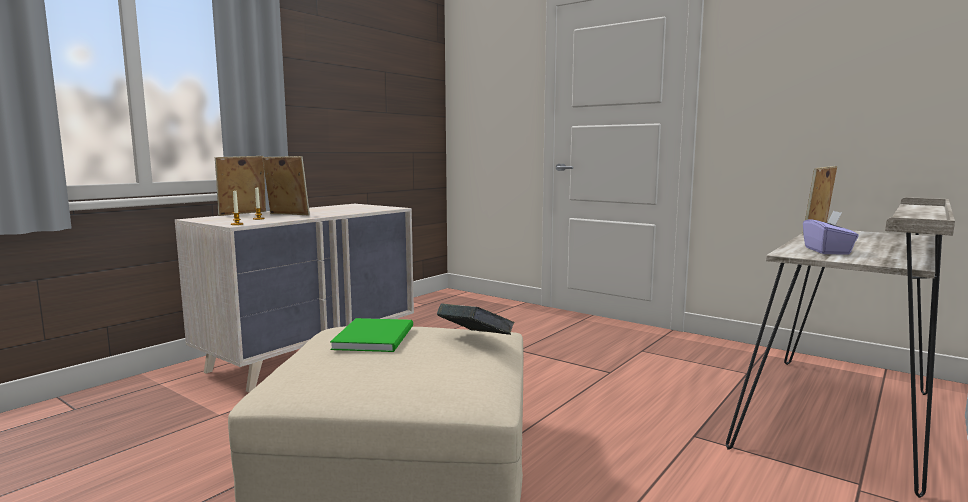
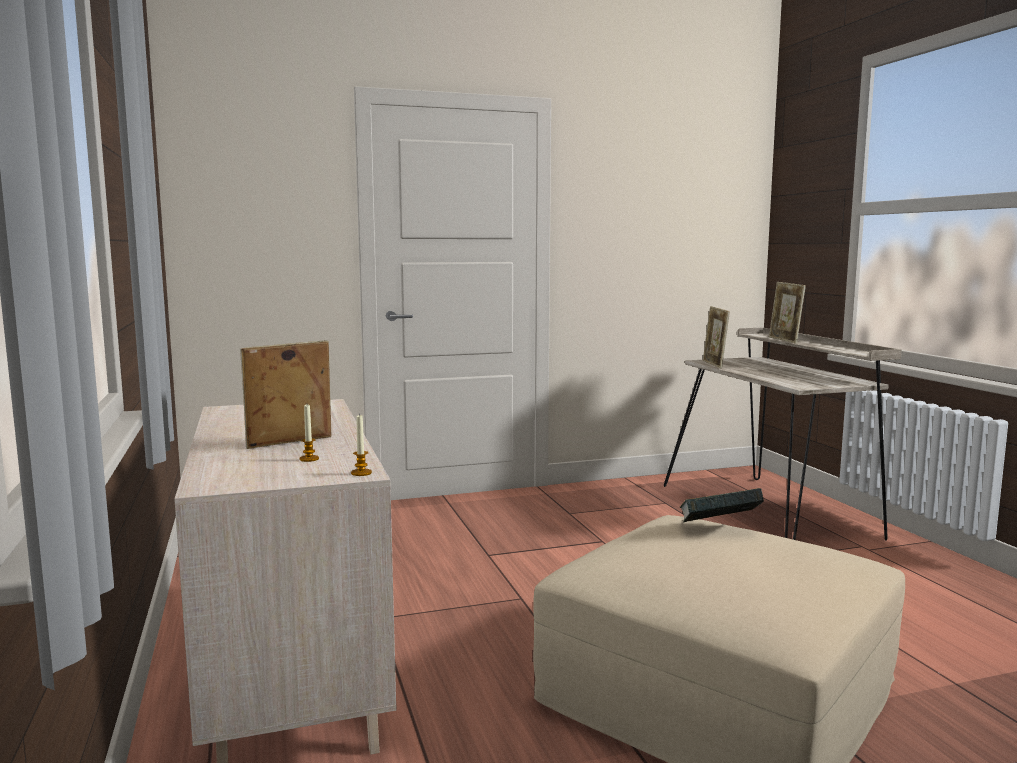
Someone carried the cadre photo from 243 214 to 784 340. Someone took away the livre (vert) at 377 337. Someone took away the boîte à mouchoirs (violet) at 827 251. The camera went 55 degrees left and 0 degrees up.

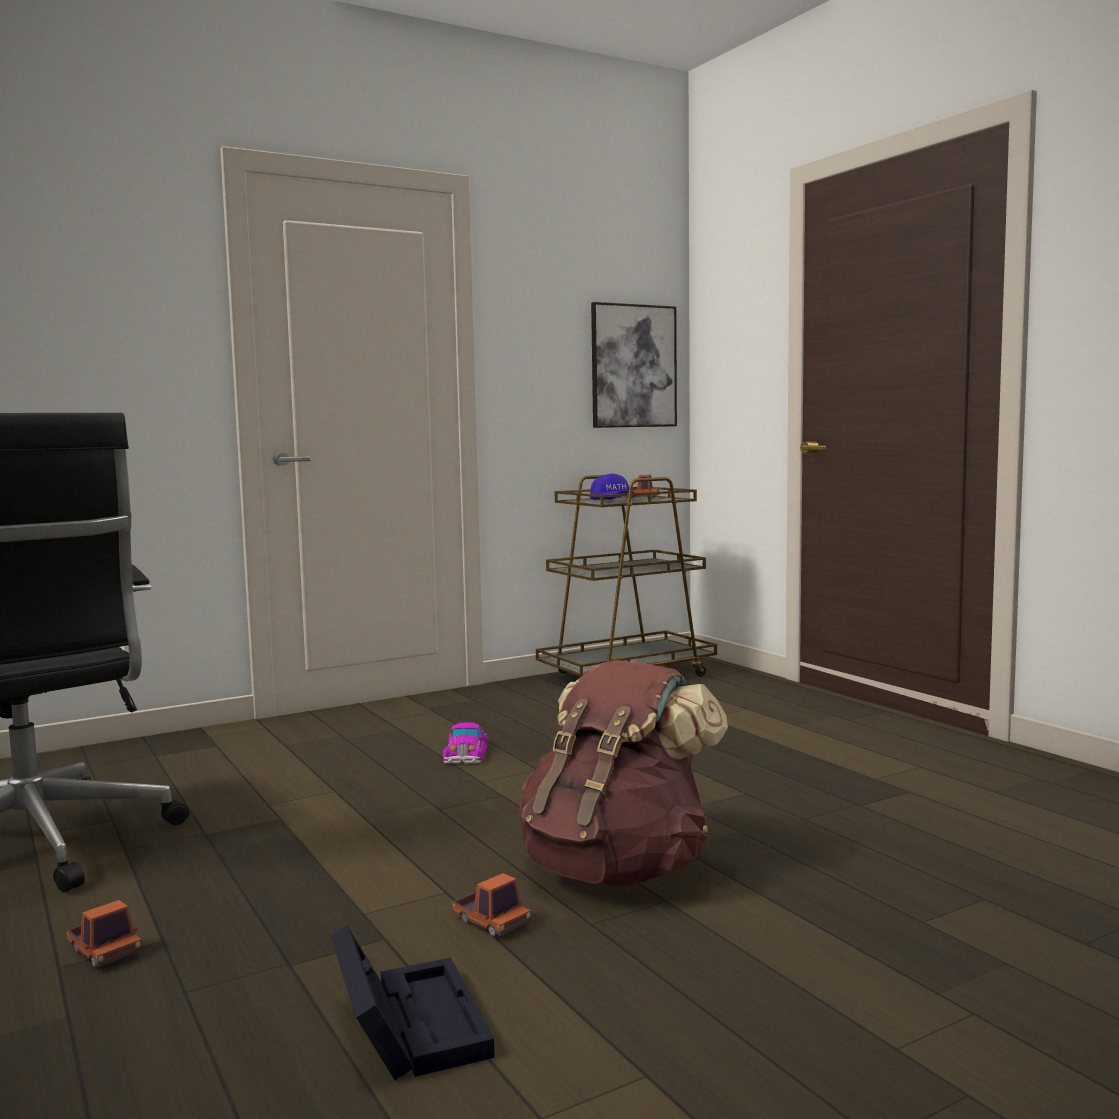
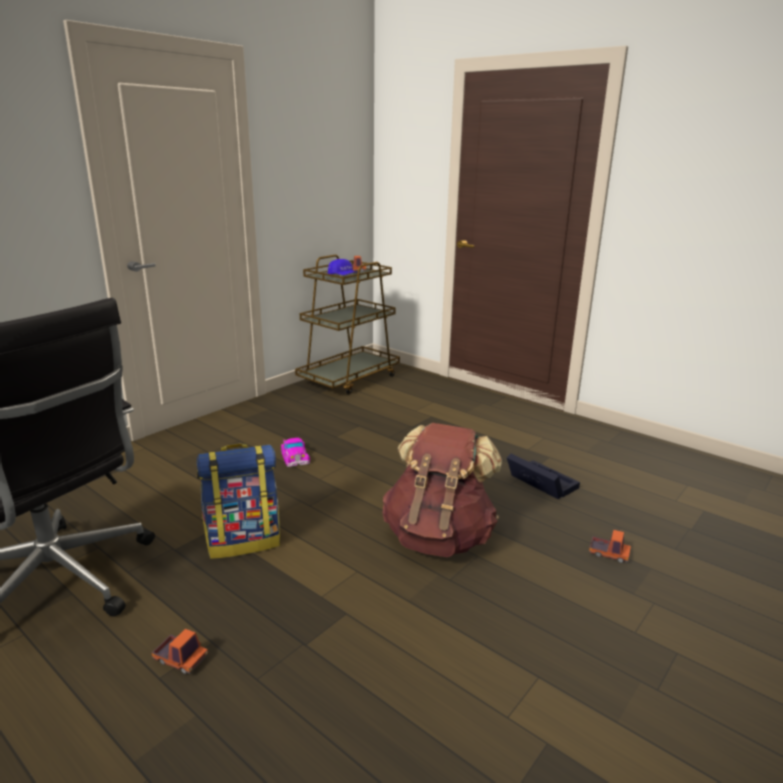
Someone carried the boîte de rangement (noir) from 407 1024 to 539 483. Someone carried the camion jouet from 491 922 to 608 554. Someone took away the tableau at 633 366. Someone put down the sac à dos at 244 540. The camera went 20 degrees left and 15 degrees up.

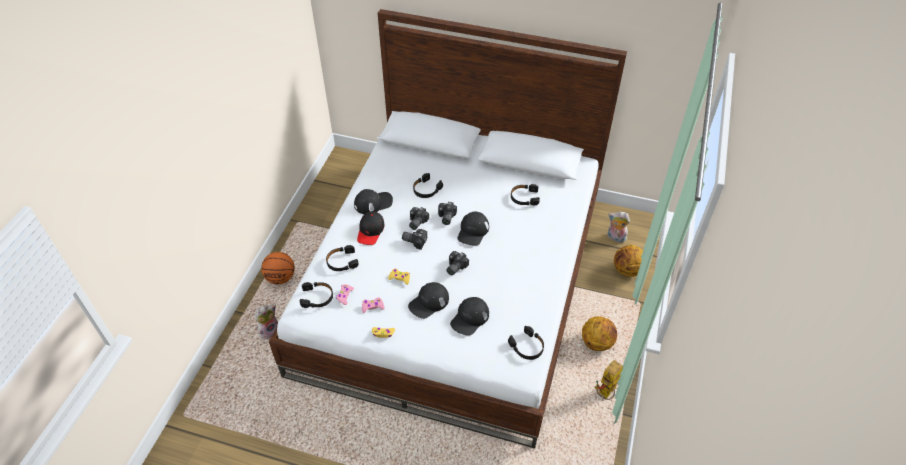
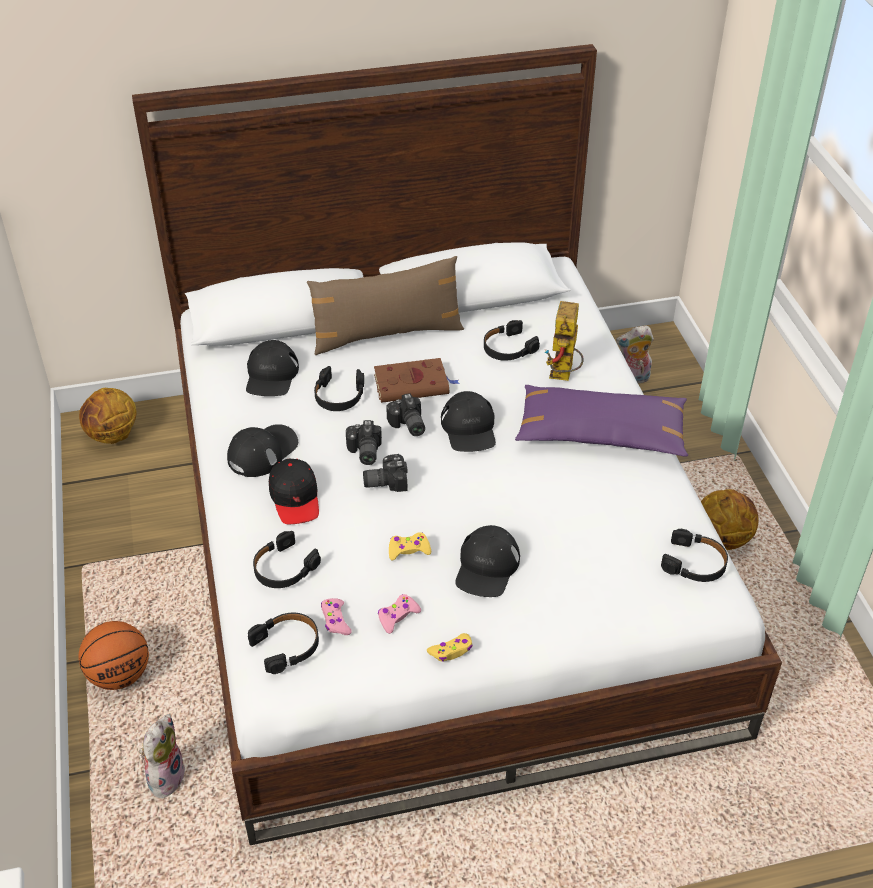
Someone took away the appareil photo at 454 267. Someone carried the casquette (noir) from 470 318 to 271 375. Someone carried the robot jouet from 605 394 to 563 376. Someone carried the ballon de basket from 627 270 to 113 435. Someone put down the coussin (marron) at 387 334. Someone put down the livre (marron) at 413 384. Someone put down the coussin (violet) at 601 433. The camera went 30 degrees left and 5 degrees down.

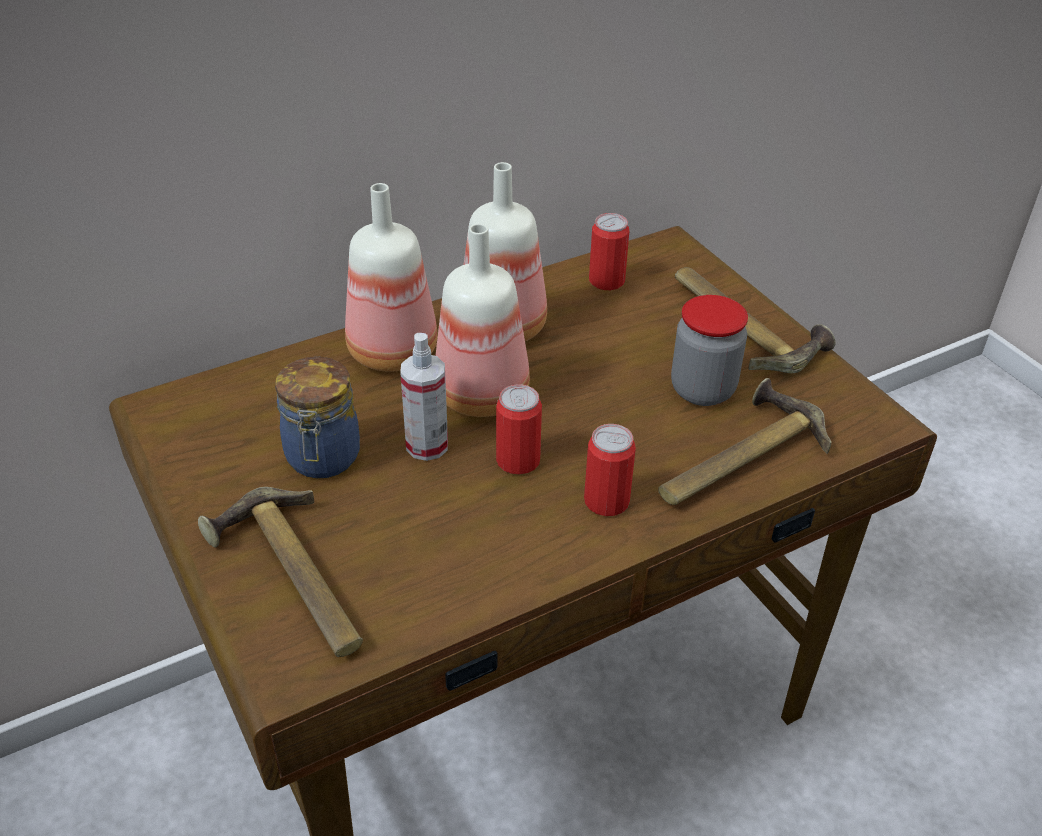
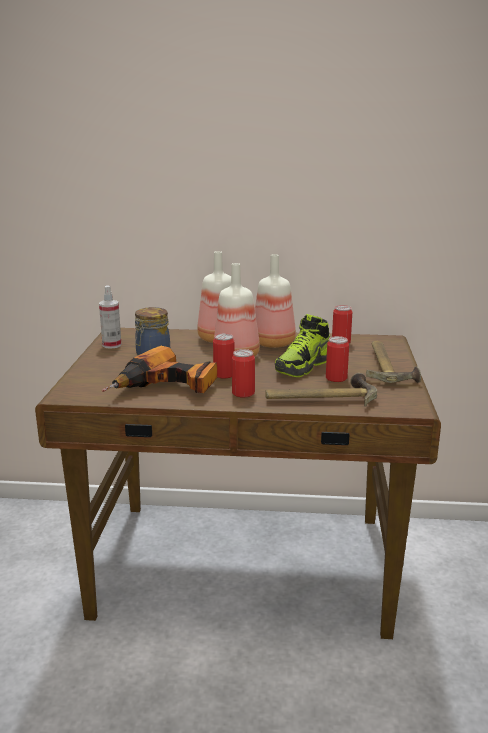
Someone took away the marteau at 290 581. Someone carried the vaporisateur from 427 445 to 112 345. Someone swapped the bocal at 702 390 for the boîte métallique at 336 378. Someone put down the perceuse at 166 389. Someone put down the chaussure at 303 366. The camera went 35 degrees right and 20 degrees down.

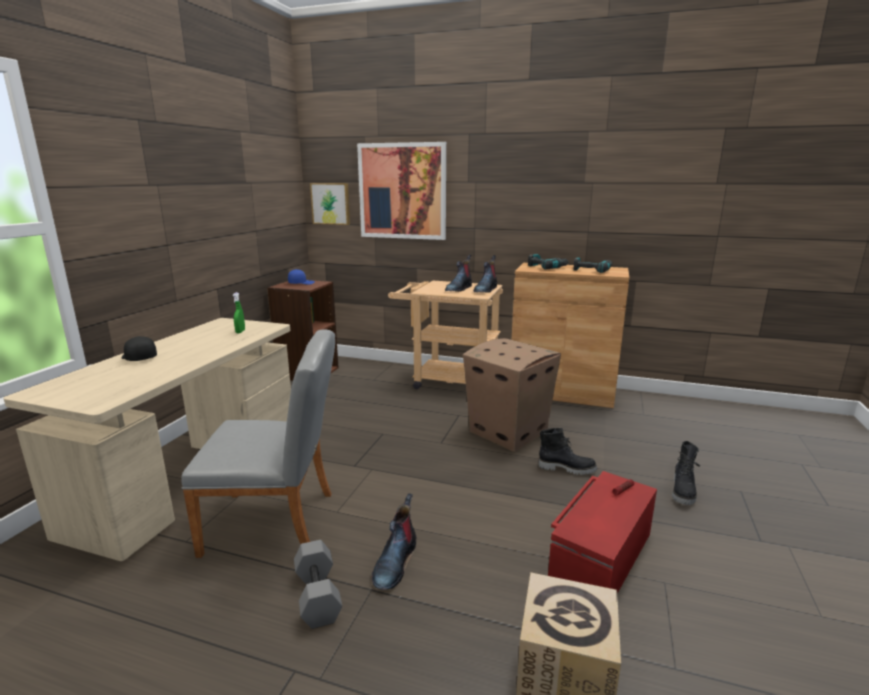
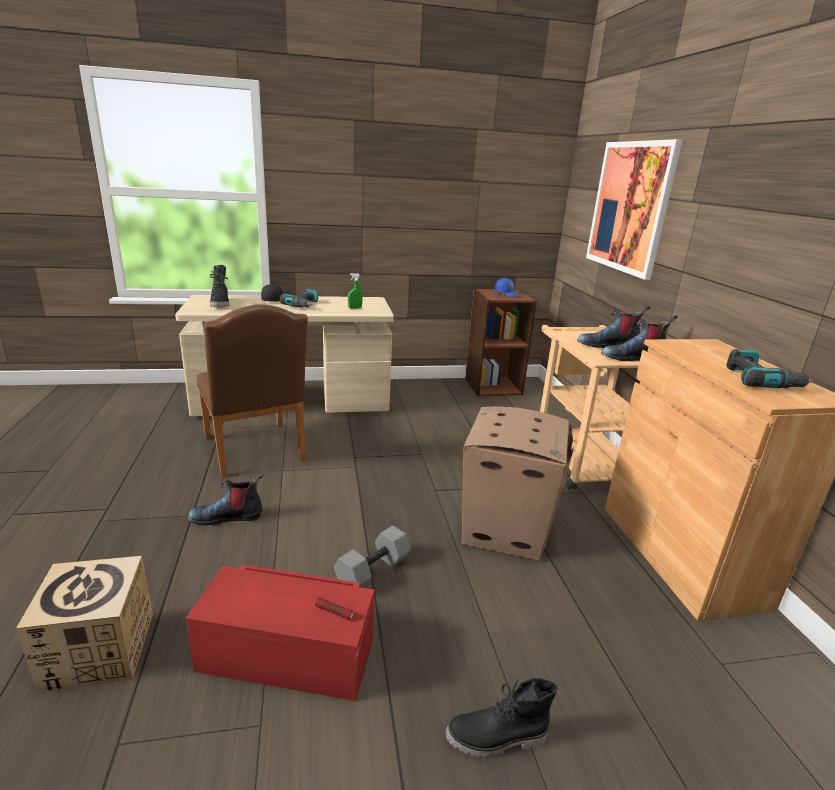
Someone repainted the chaise (gris) at 279 523, which became the chaise (marron) at 256 452. Someone carried the haltère (gris) from 319 596 to 373 572. Someone took away the tableau at 331 203. Someone carried the perceuse from 546 267 to 304 305. Someone carried the botte (noir) from 566 468 to 221 304. The camera went 60 degrees right and 5 degrees up.

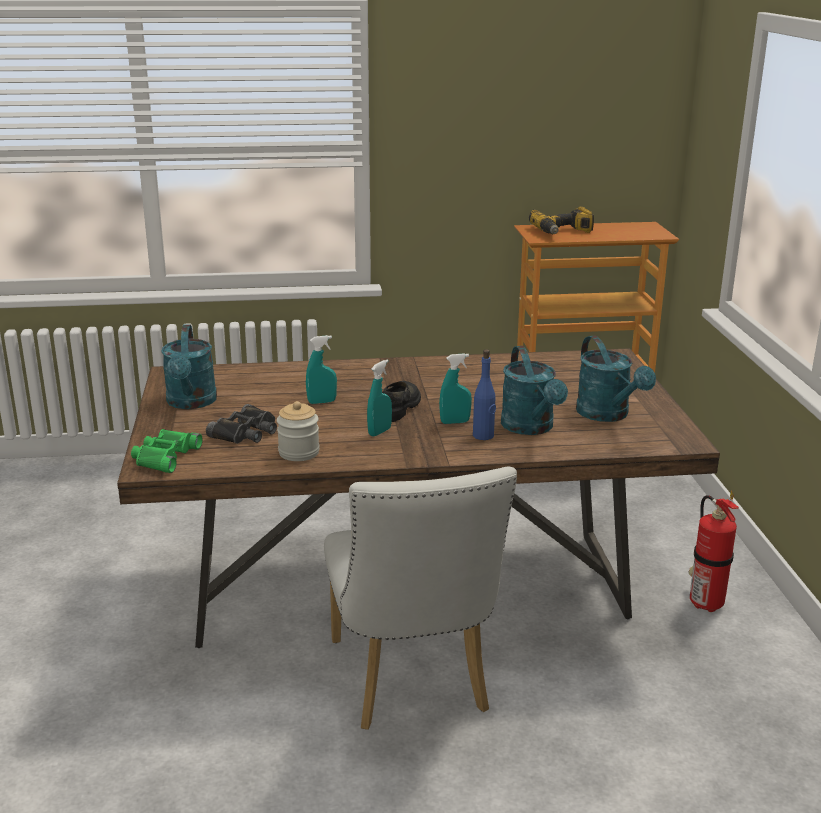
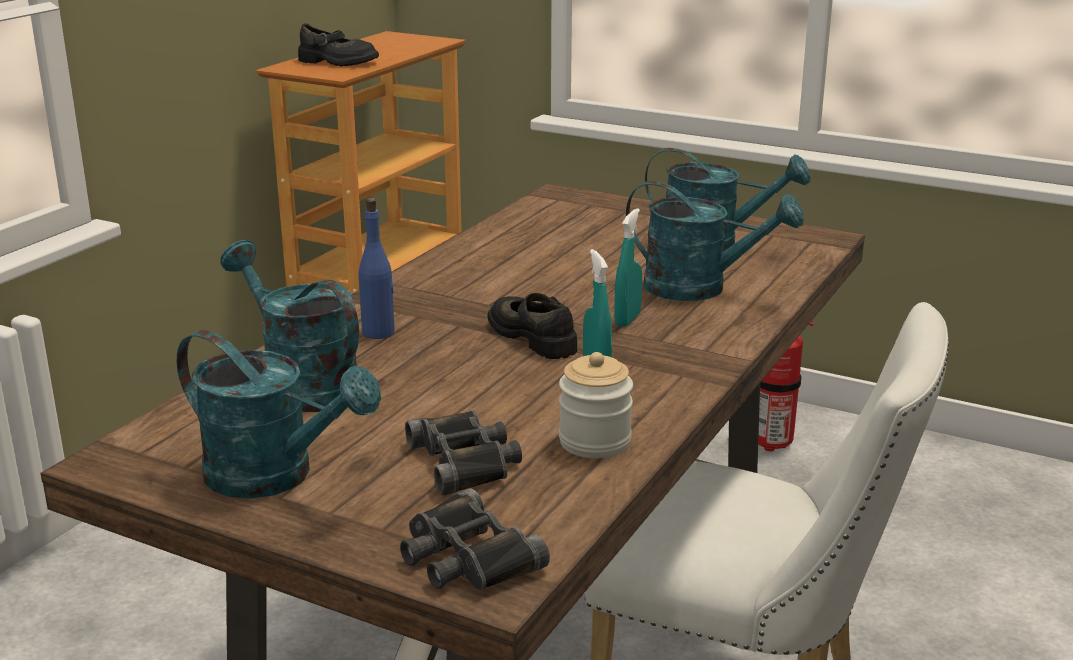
Someone repainted the jumelles (vert) at 164 457, which became the jumelles (noir) at 466 557. Someone took away the vaporisateur (turquoise) at 322 402. Someone carried the bouteille (bleu) from 483 436 to 379 332. Someone swapped the perceuse at 562 232 for the chaussure (noir) at 337 62. Someone put down the arrosoir (turquoise) at 301 384. The camera went 55 degrees left and 0 degrees up.

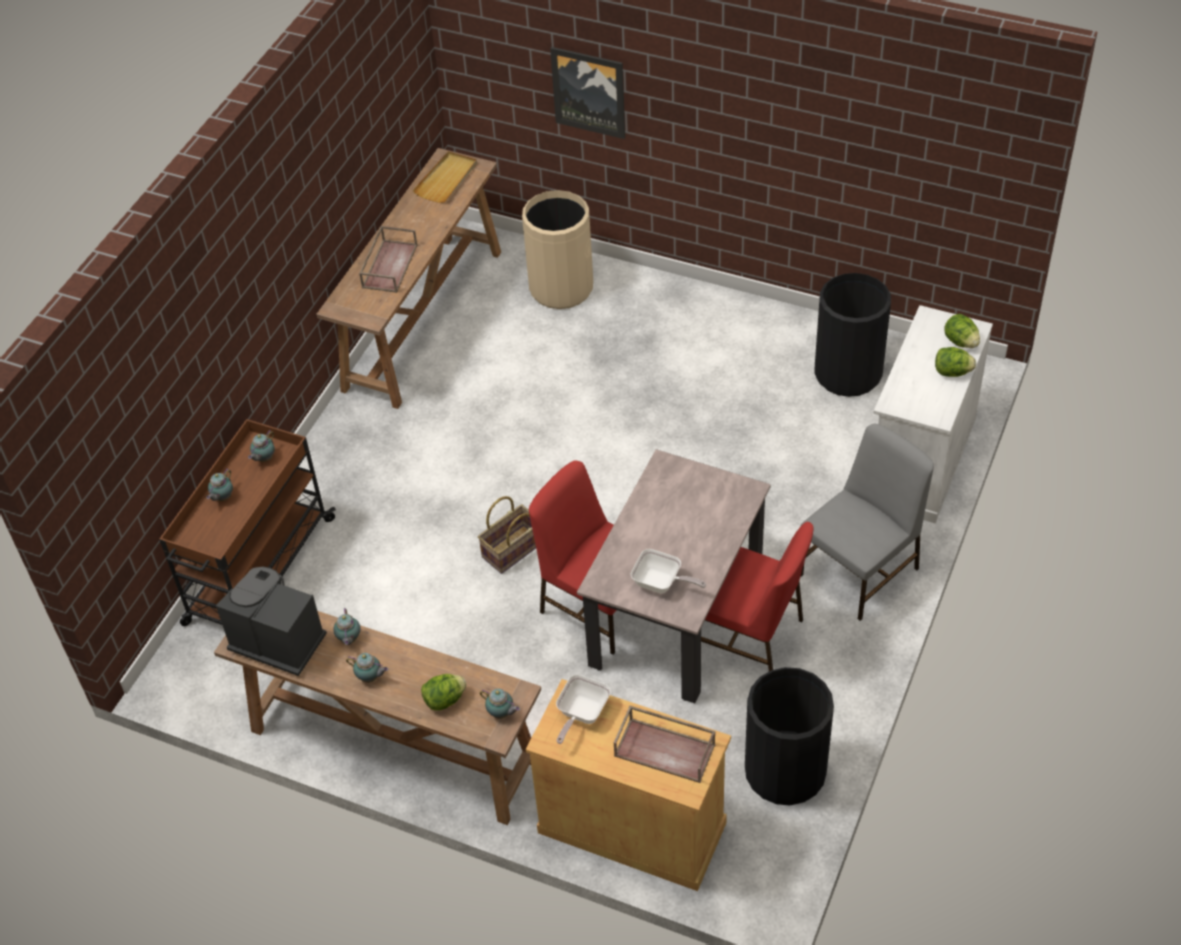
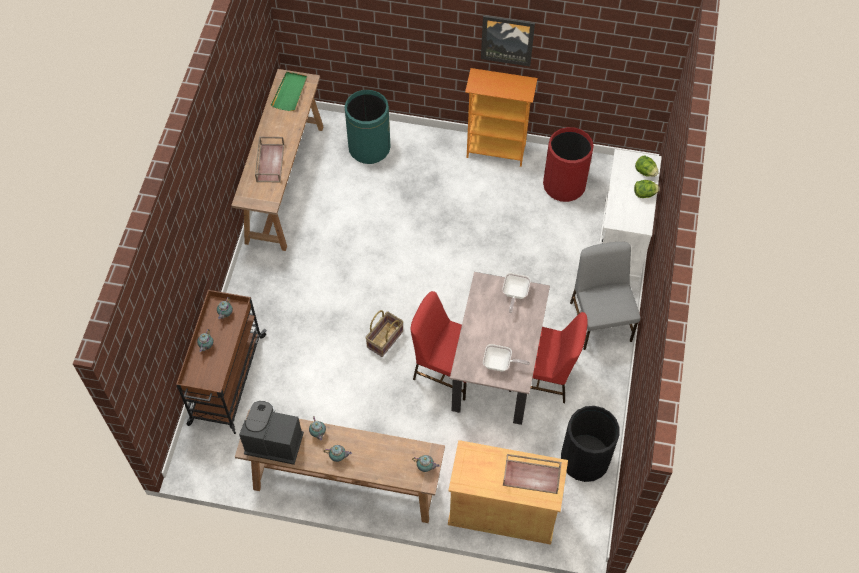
Someone repainted the plateau (beige) at 446 179, which became the plateau (vert) at 290 92. Someone took away the laitue at 444 700. Someone repainted the poubelle (beige) at 561 287, which became the poubelle (vert) at 369 148. Someone carried the tableau from 589 91 to 507 40. Someone carried the poêle from 581 715 to 514 294. Someone rotated the chaise (gris) at 861 571 by 45 degrees counterclockwise. Someone repainted the poubelle (noir) at 847 373, which became the poubelle (rouge) at 564 185. Someone put down the bibliothèque at 496 150. The camera went 15 degrees left and 10 degrees up.

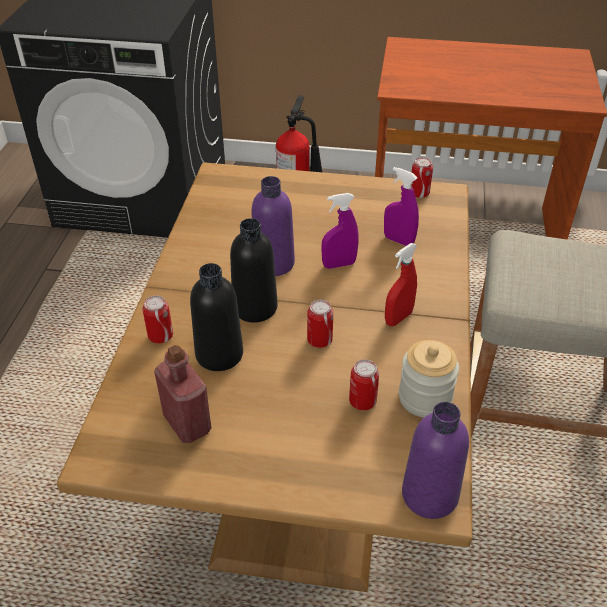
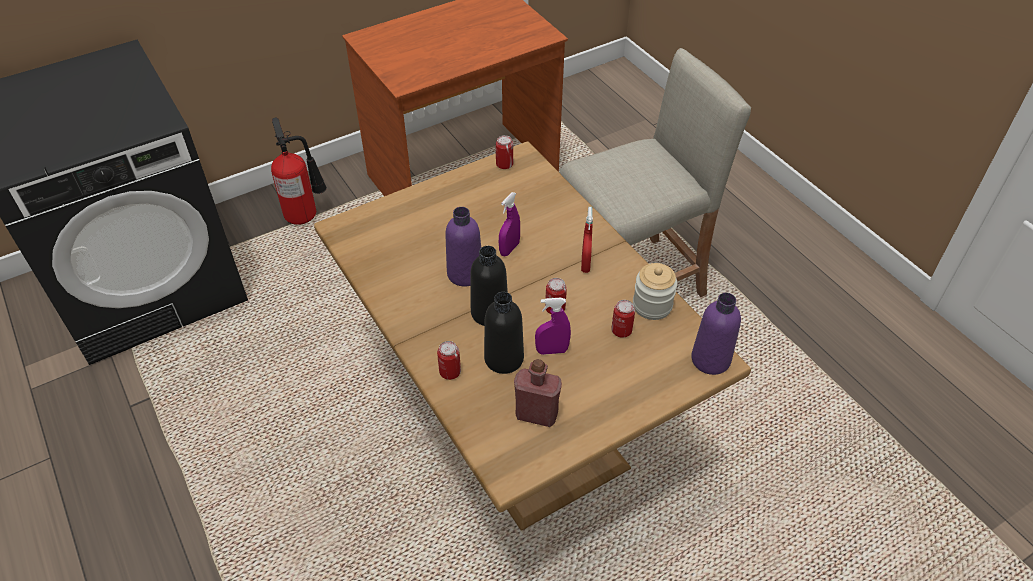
Someone carried the vaporisateur (violet) from 398 240 to 552 350. The camera went 40 degrees left and 5 degrees up.

